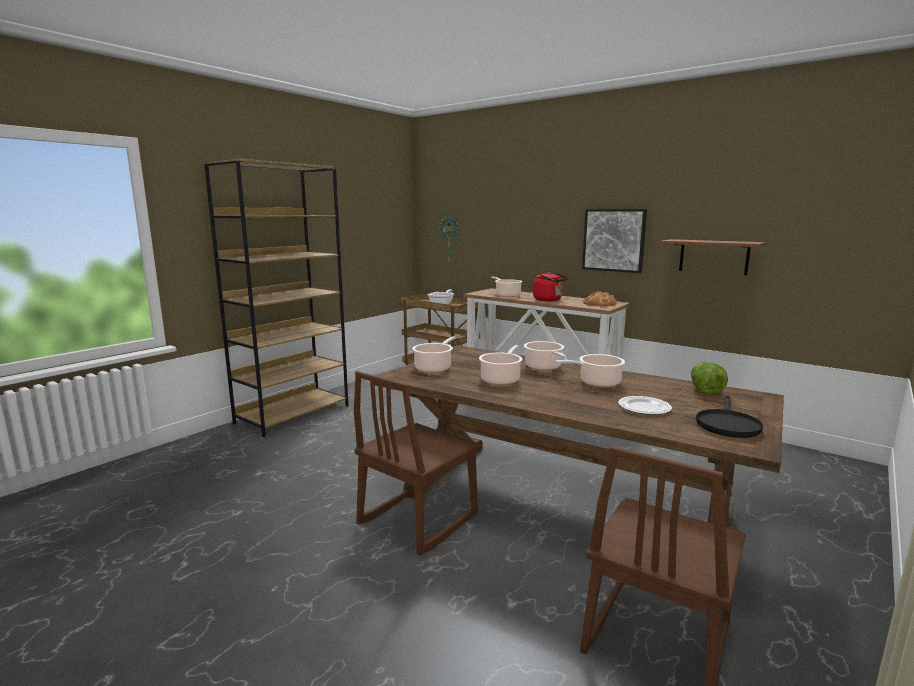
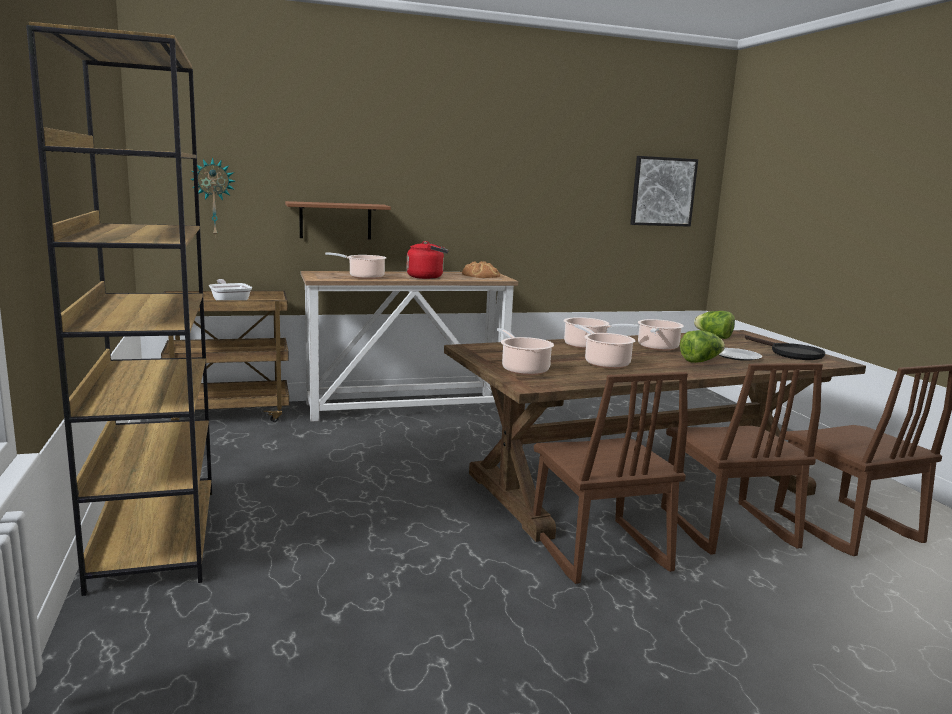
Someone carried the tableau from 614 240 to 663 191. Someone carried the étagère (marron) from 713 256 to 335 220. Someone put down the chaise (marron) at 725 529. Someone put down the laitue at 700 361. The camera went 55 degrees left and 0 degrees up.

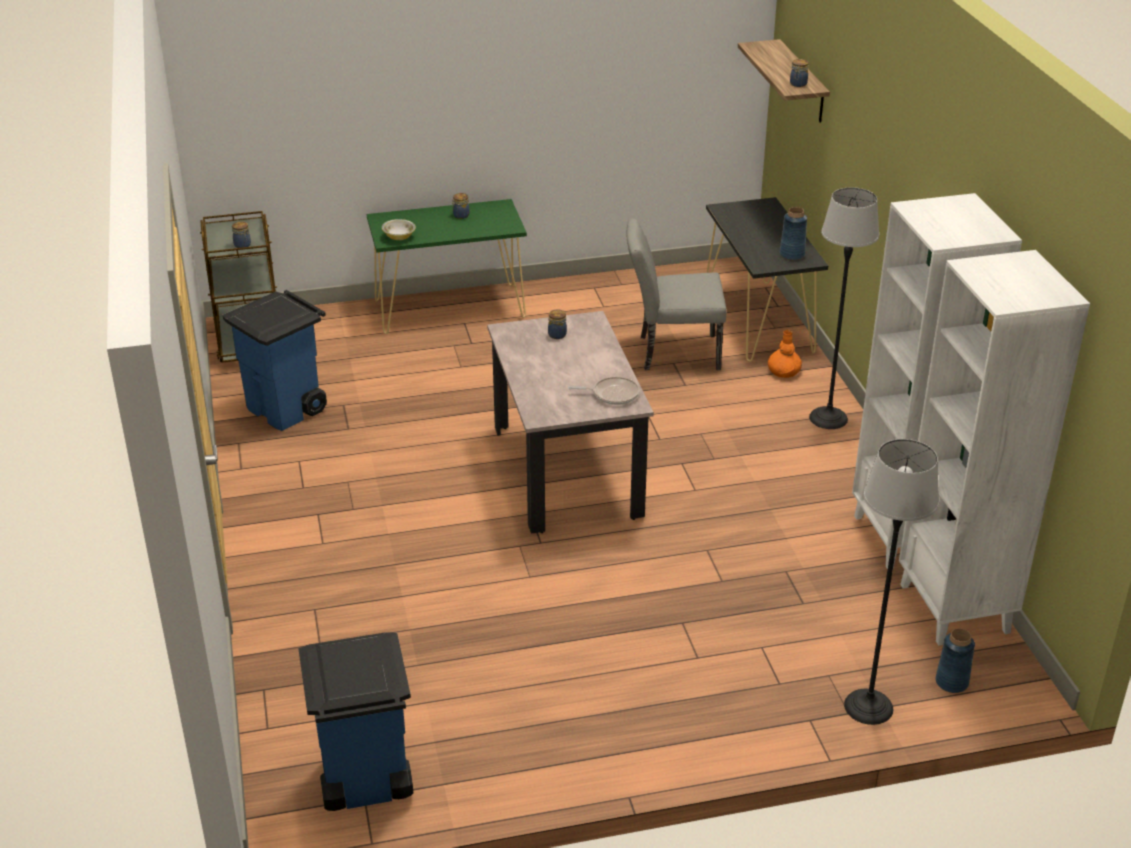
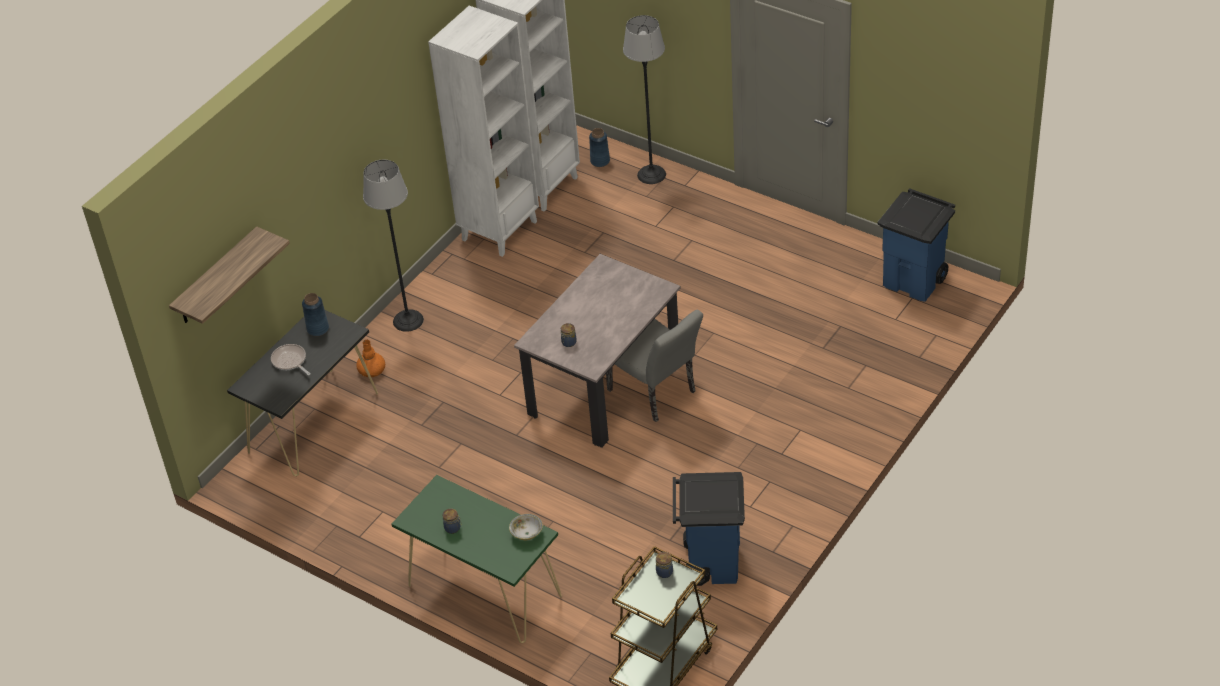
Someone carried the poêle from 612 394 to 290 361. Someone carried the chaise (gris) from 672 352 to 656 394. Someone took away the bocal at 798 84. The camera went 130 degrees left and 10 degrees up.

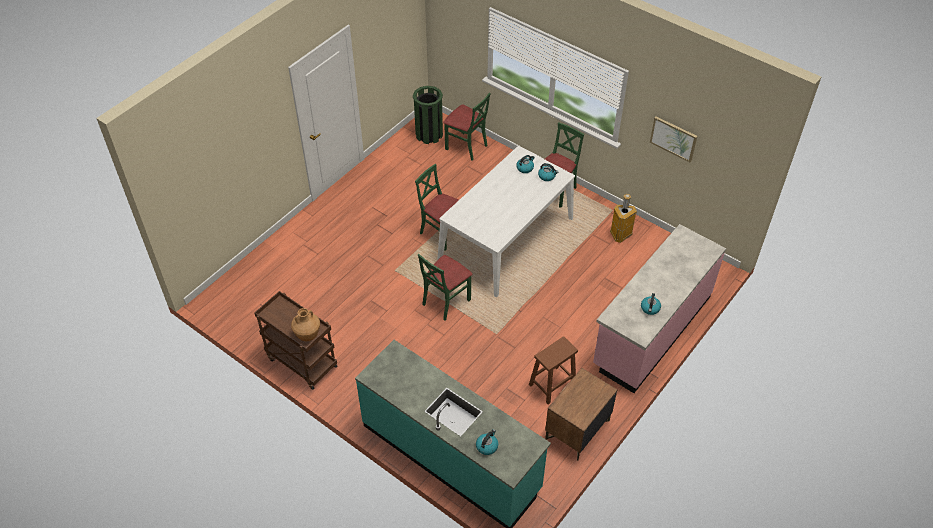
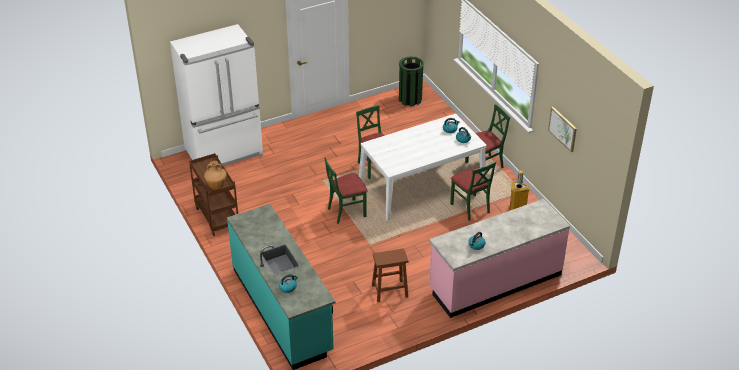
Someone carried the chaise (vert) from 466 146 to 470 207. Someone took away the table de chevet (marron) at 577 430. Someone put down the réfrigérateur (blanc) at 225 154. The camera went 25 degrees right and 10 degrees down.

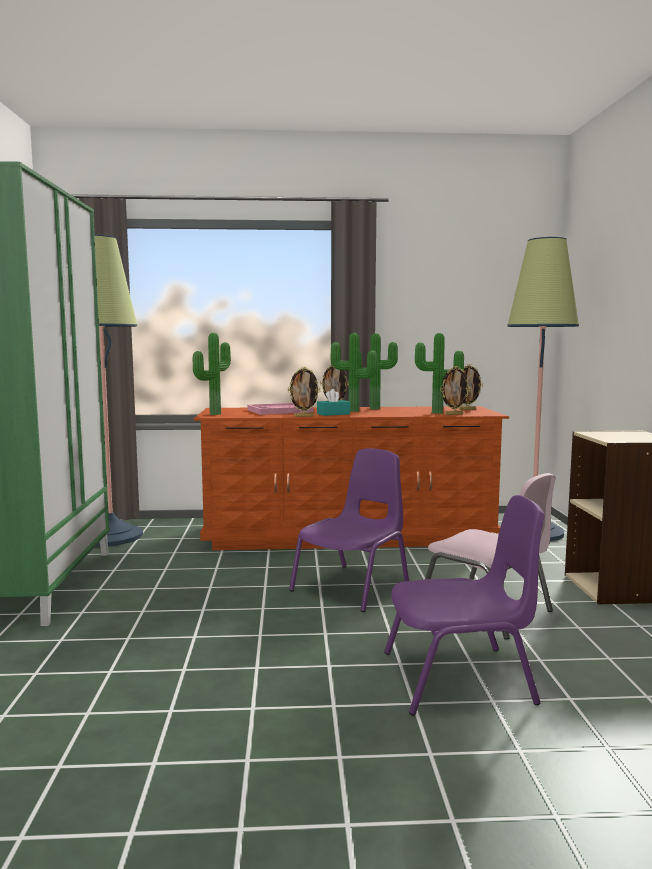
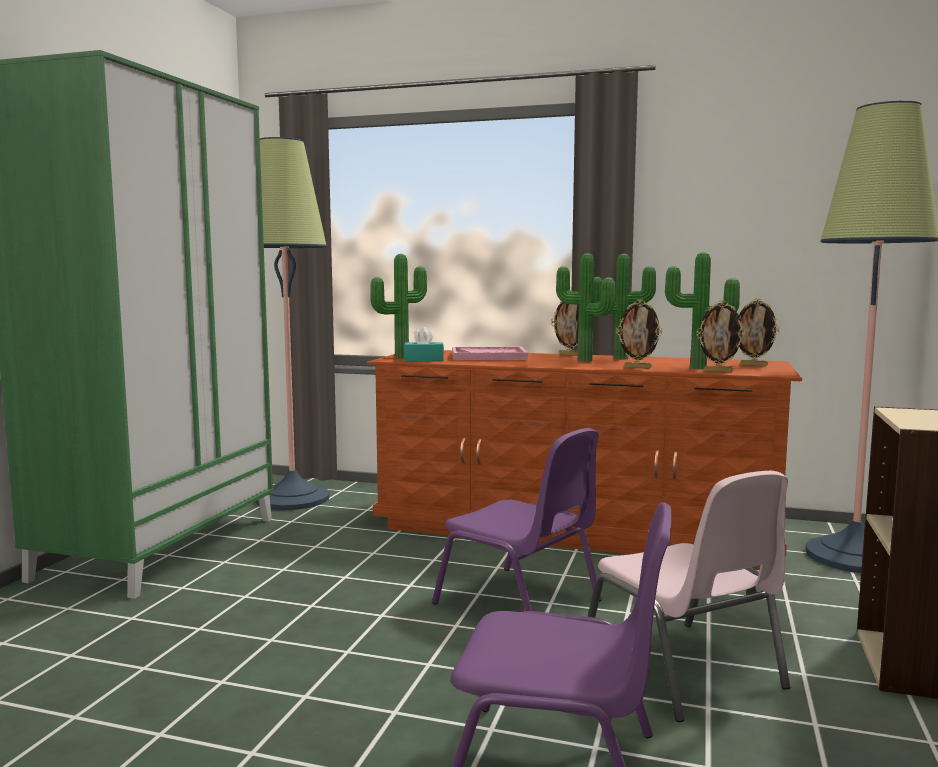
Someone carried the cadre photo from 304 416 to 638 367. Someone rotated the chaise (violet) at 353 586 by 75 degrees clockwise. Someone carried the boîte à mouchoirs (turquoise) from 333 414 to 424 360. The camera went 20 degrees right and 0 degrees up.

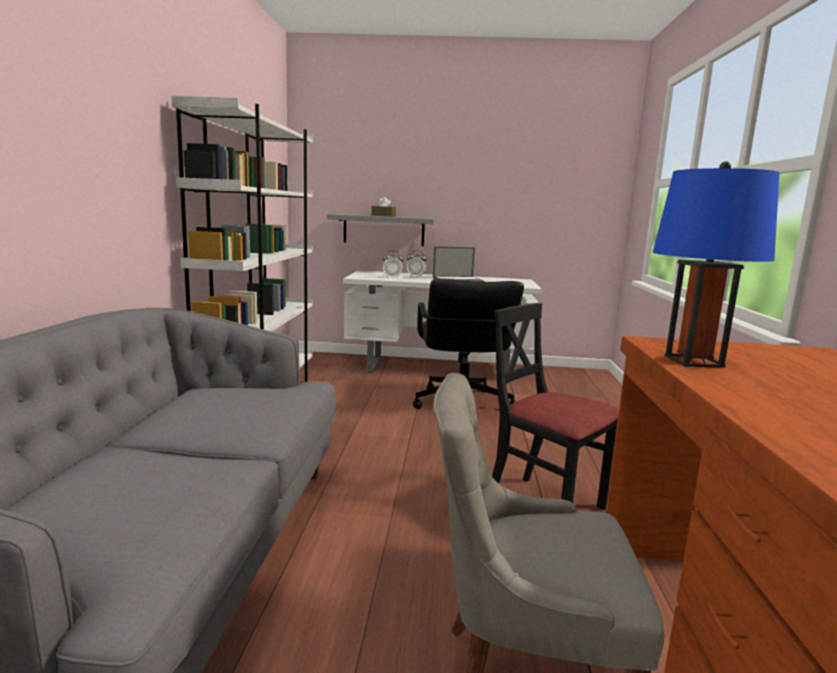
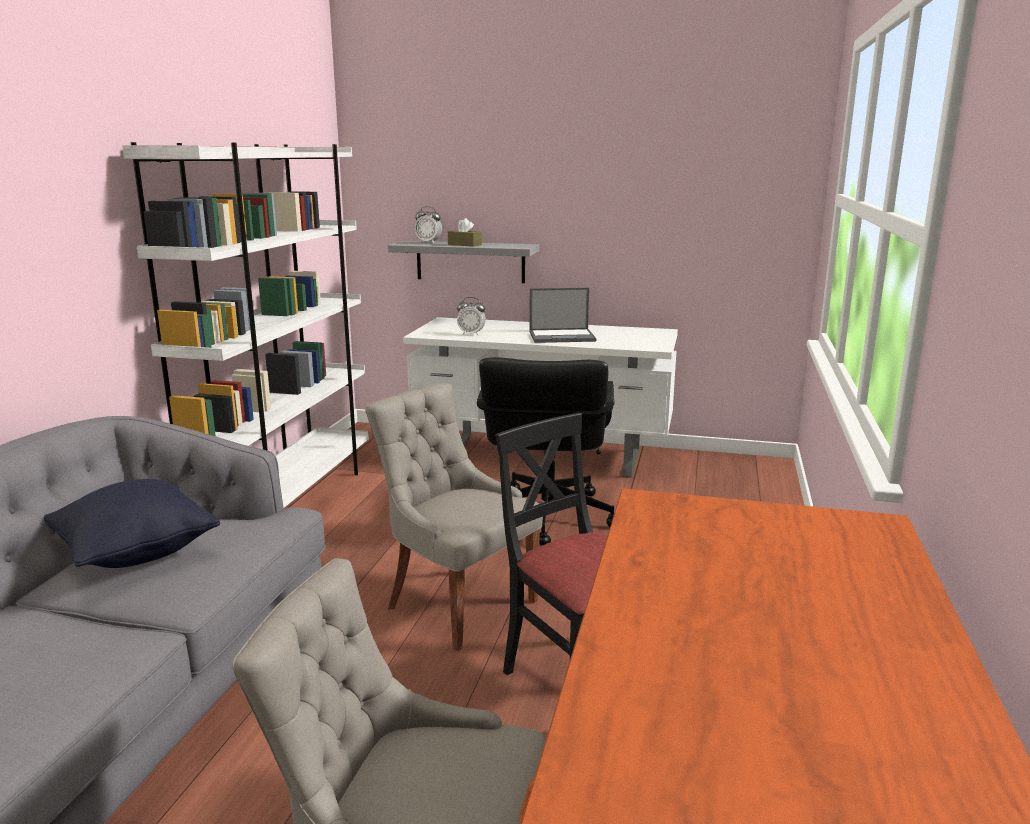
Someone carried the réveil from 416 277 to 428 242. Someone took away the lampe de table (bleu) at 693 361. Someone put down the coussin (noir) at 136 553. Someone put down the chaise (gris) at 458 603. The camera went 10 degrees right and 5 degrees up.

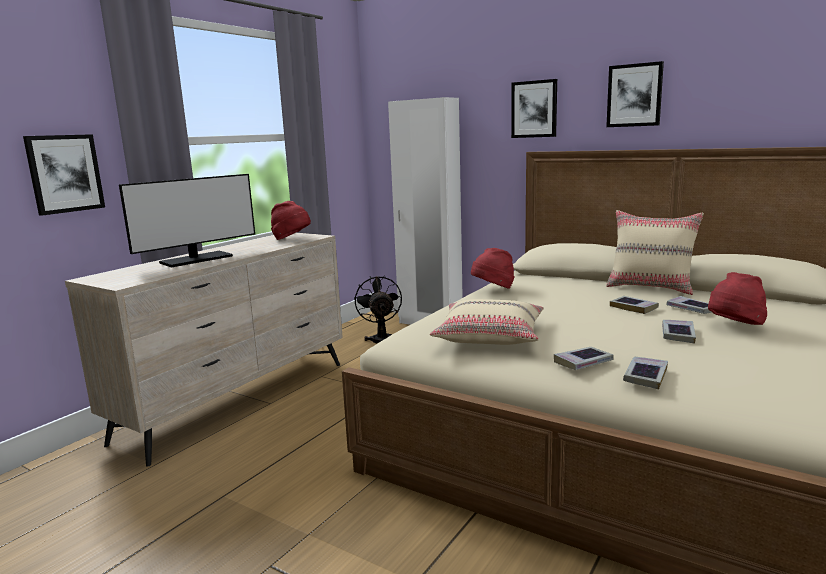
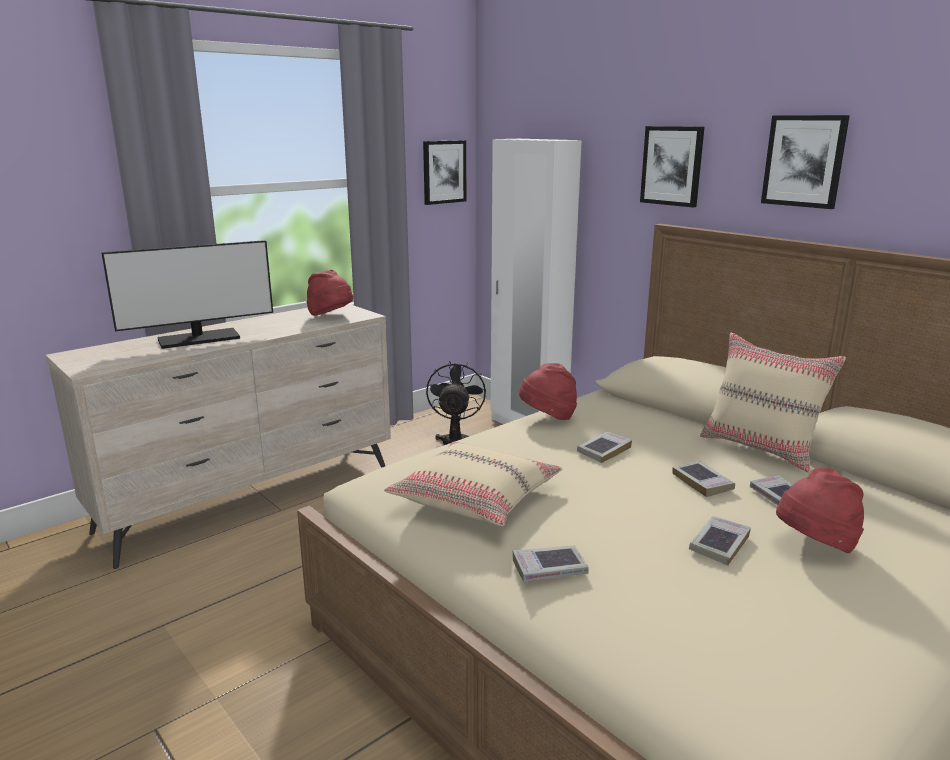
Someone carried the tableau from 65 173 to 444 172. Someone carried the livre from 645 376 to 604 450. The camera went 15 degrees right and 5 degrees up.

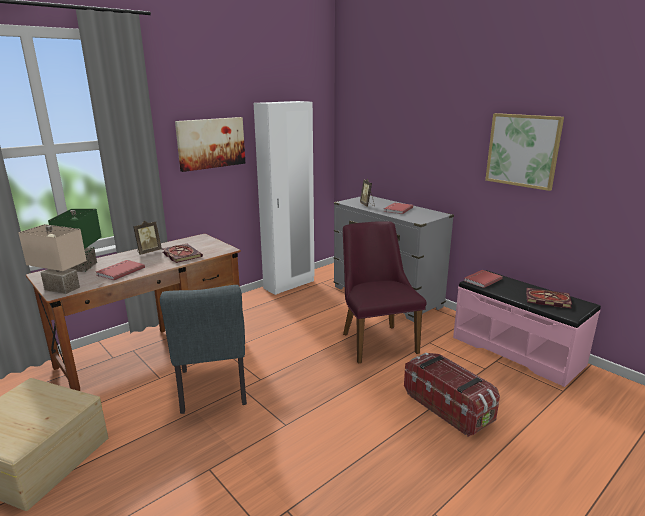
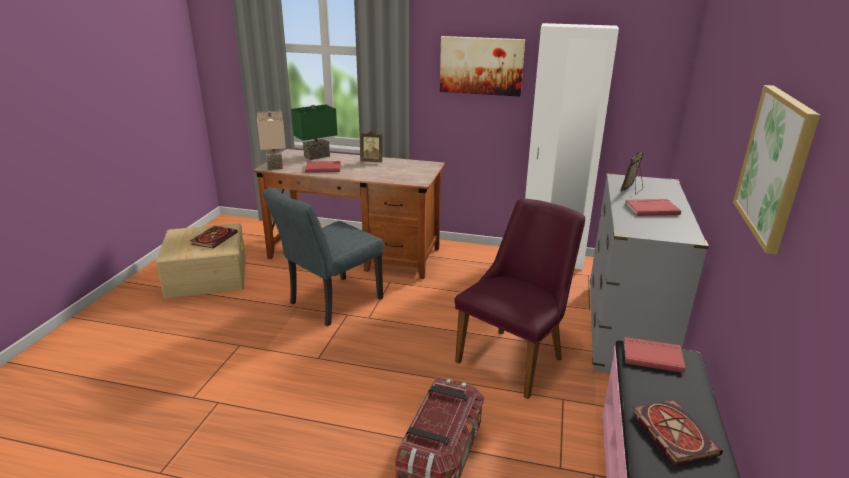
Someone carried the livre from 180 254 to 214 238. The camera went 55 degrees right and 5 degrees up.

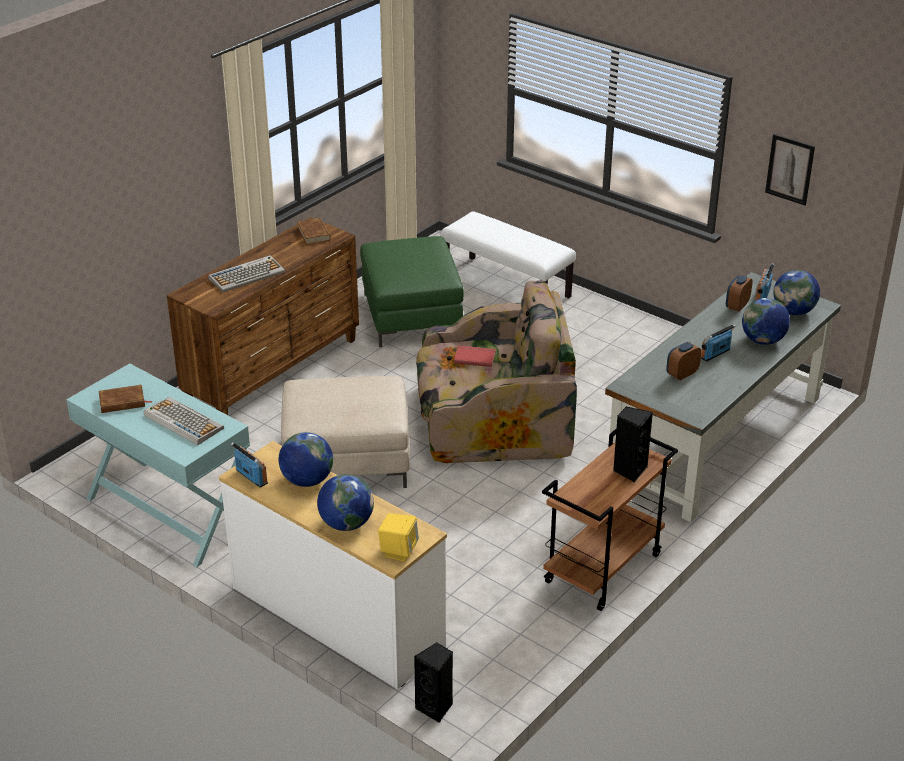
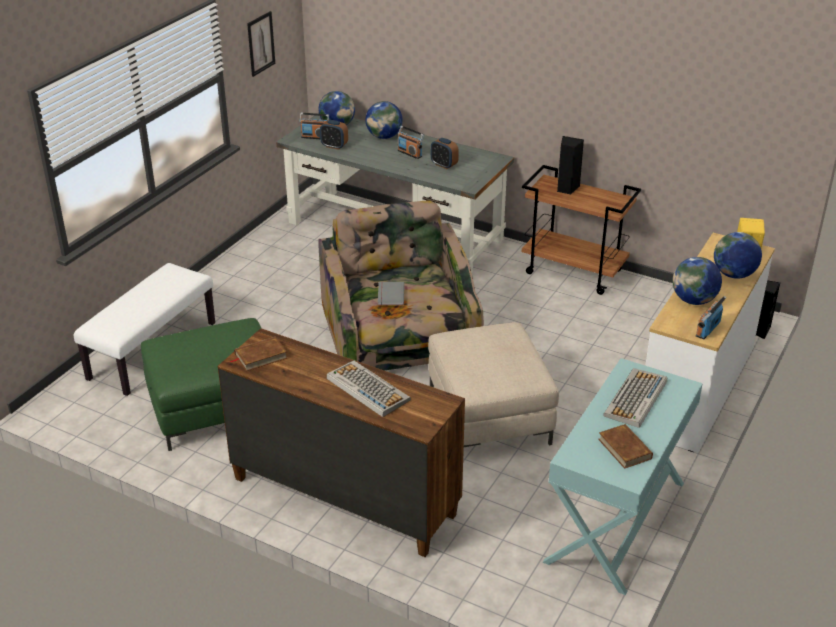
Someone repainted the livre (rouge) at 474 357, which became the livre (gris) at 389 295. The camera went 100 degrees left and 0 degrees up.

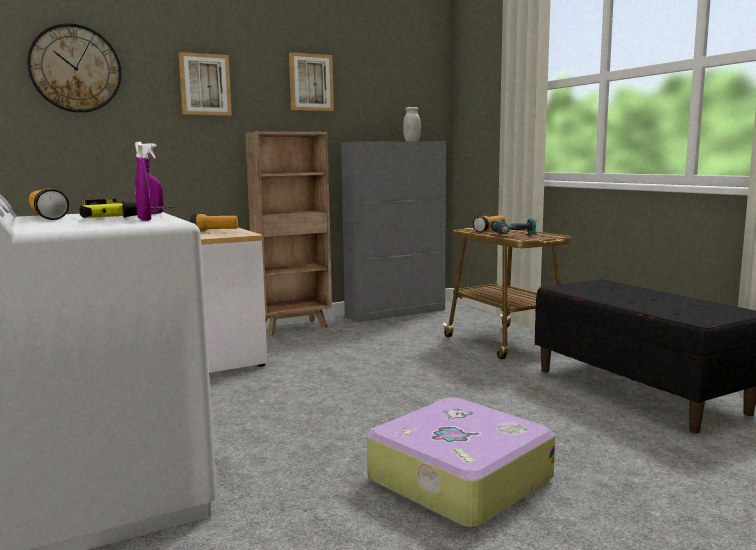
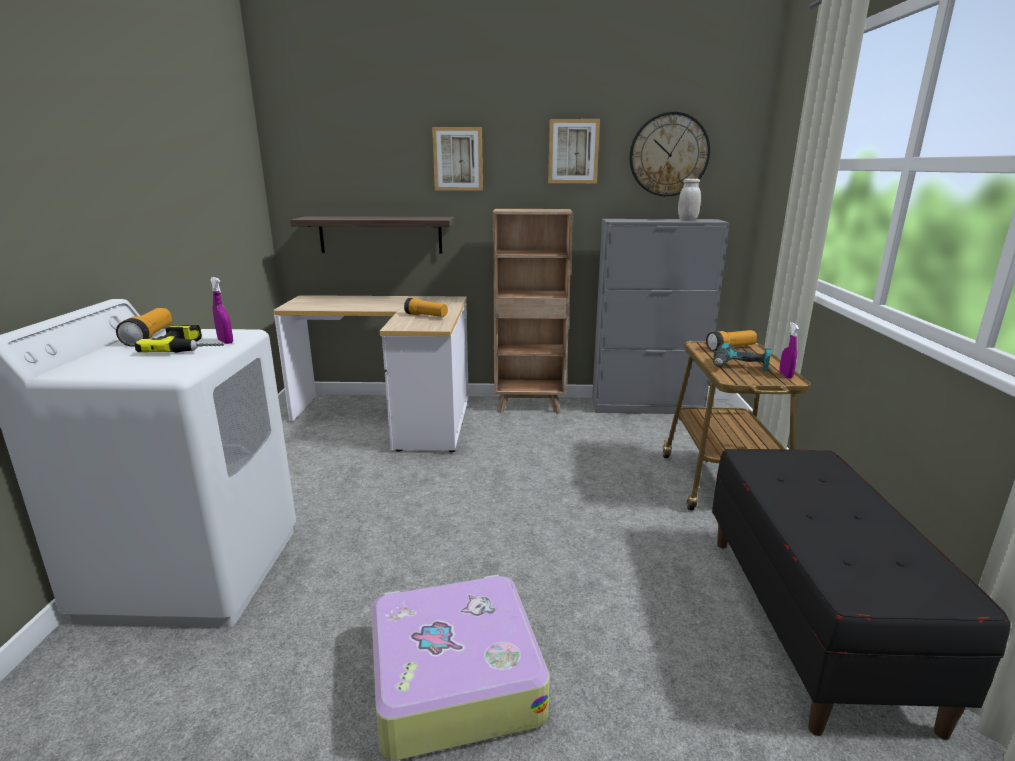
Someone carried the horloge murale from 75 69 to 669 155. Someone carried the vaporisateur (violet) from 144 219 to 785 375. Someone put up the étagère at 380 234. The camera went 30 degrees right and 10 degrees up.

